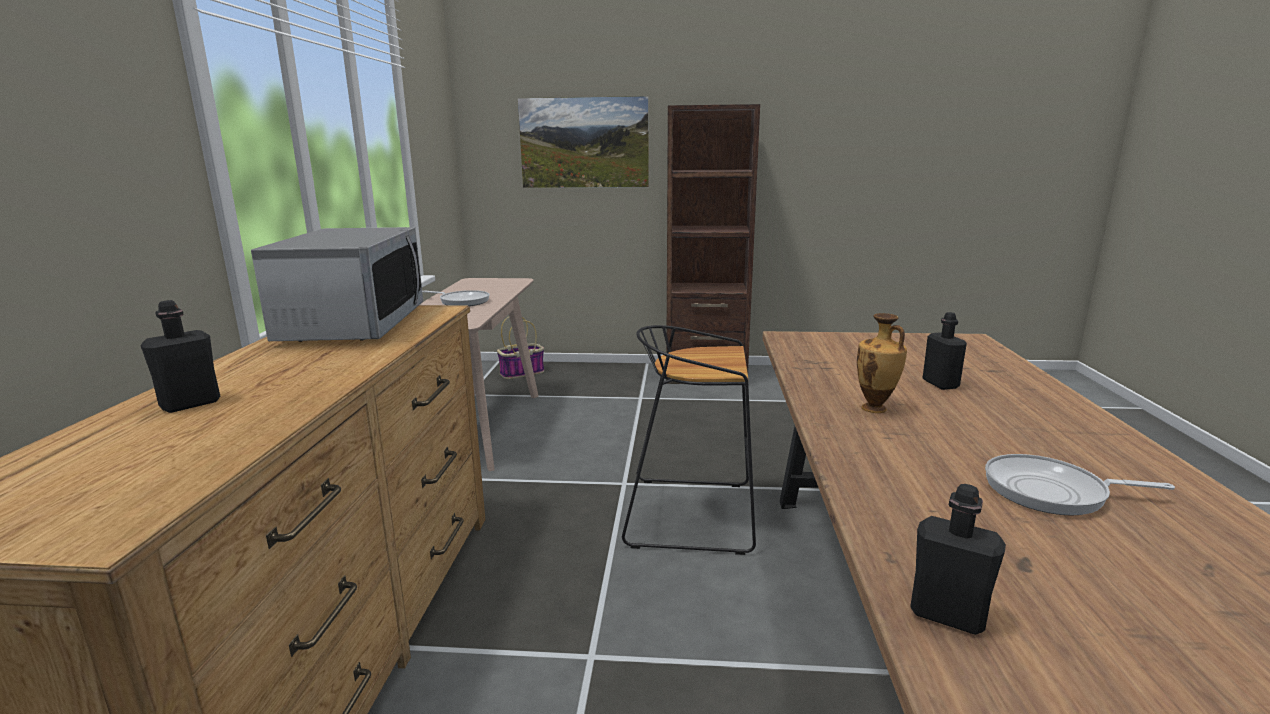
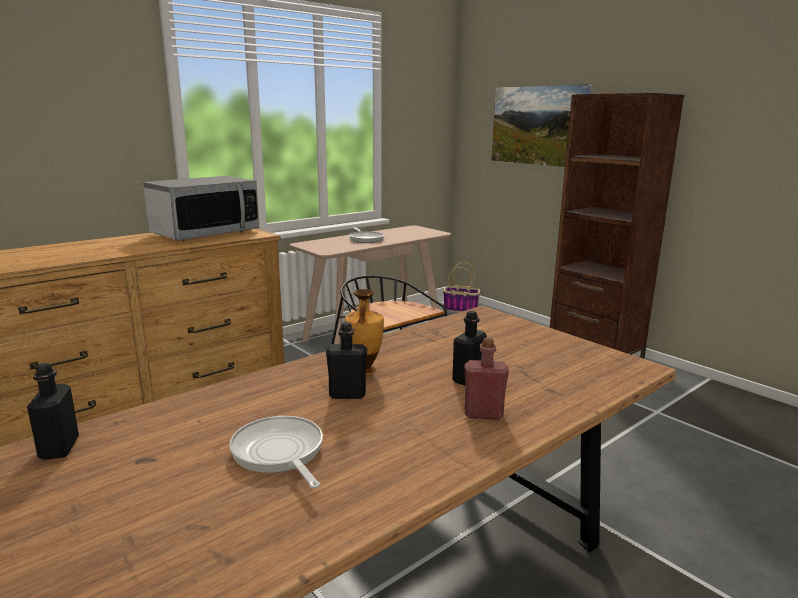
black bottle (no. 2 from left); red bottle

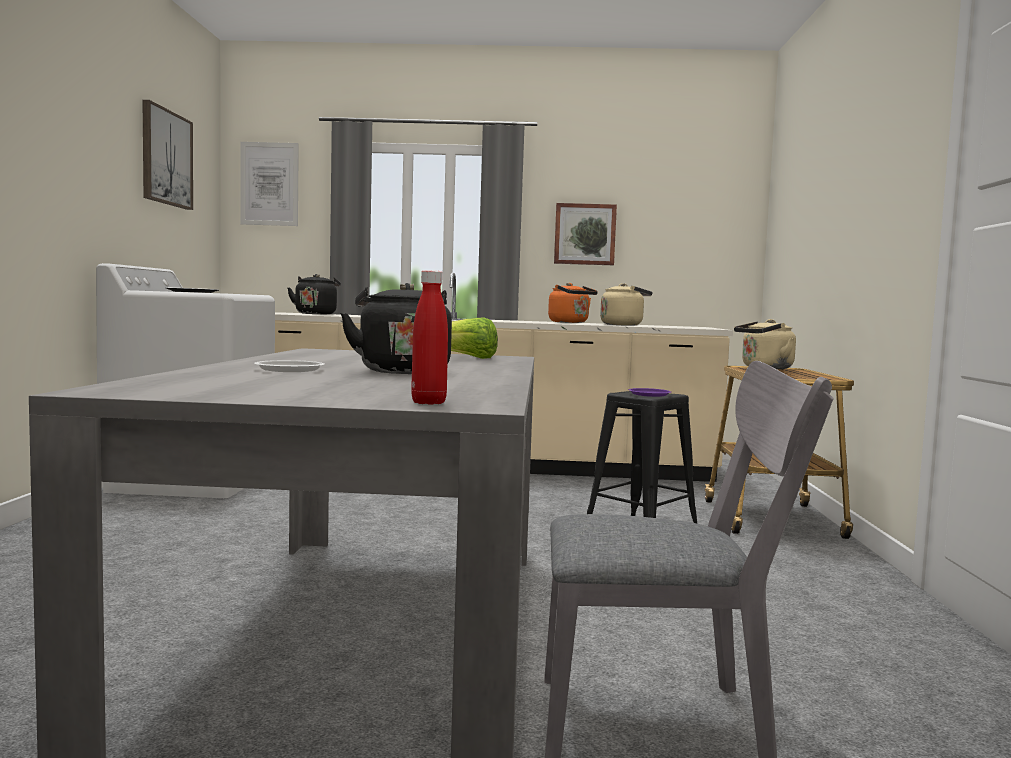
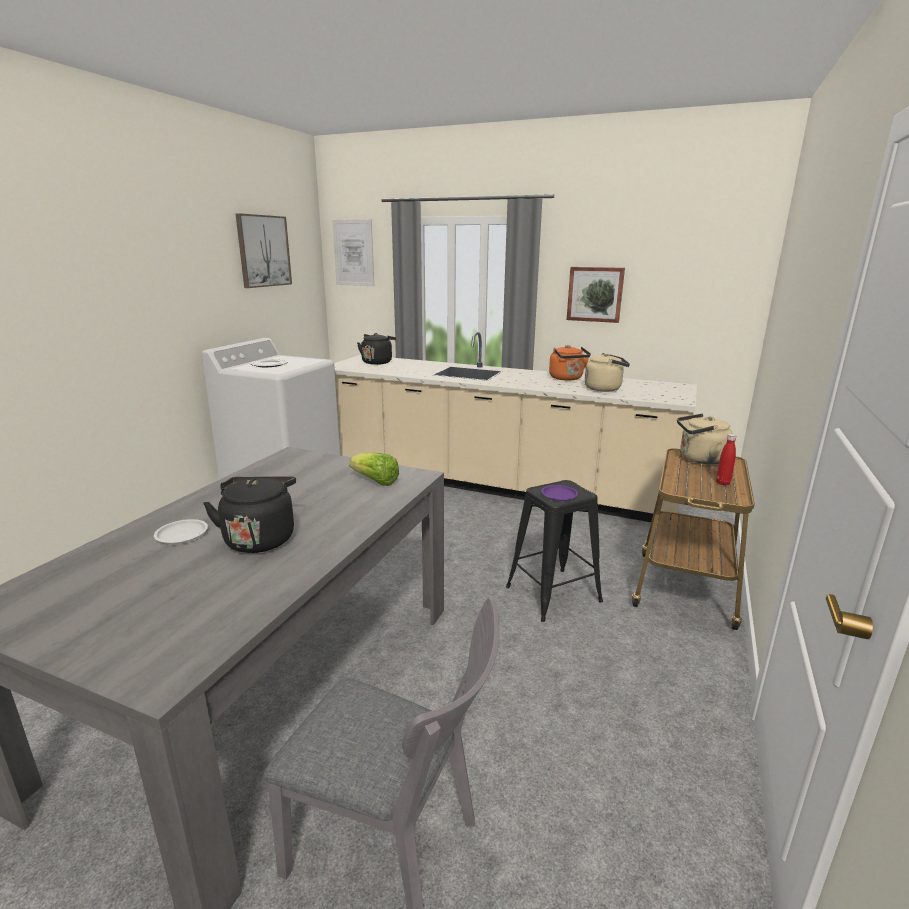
red bottle

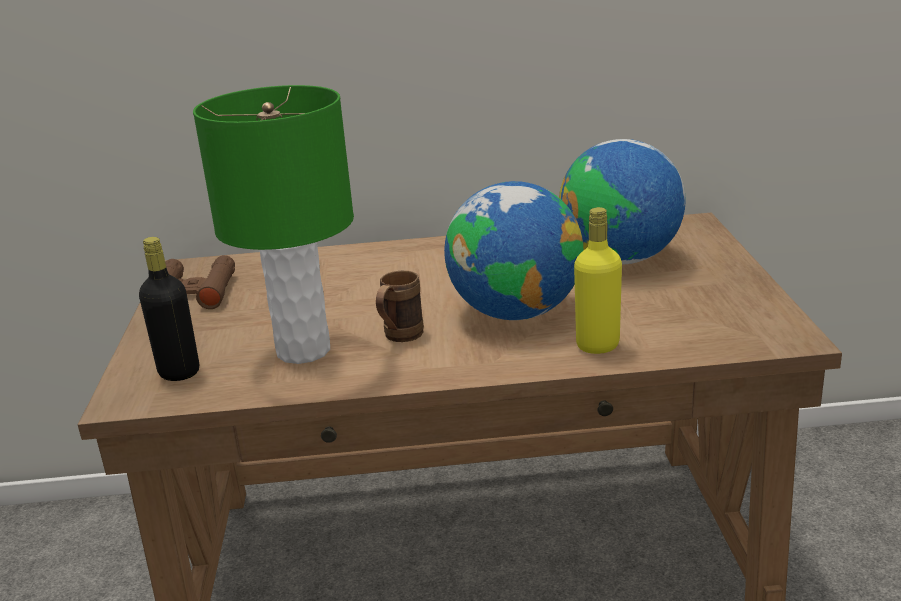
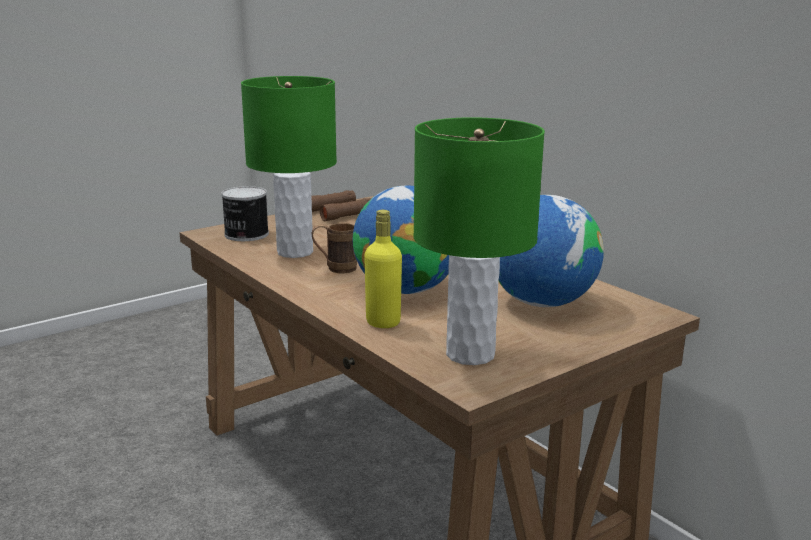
can; green table lamp (no. 2 from left)

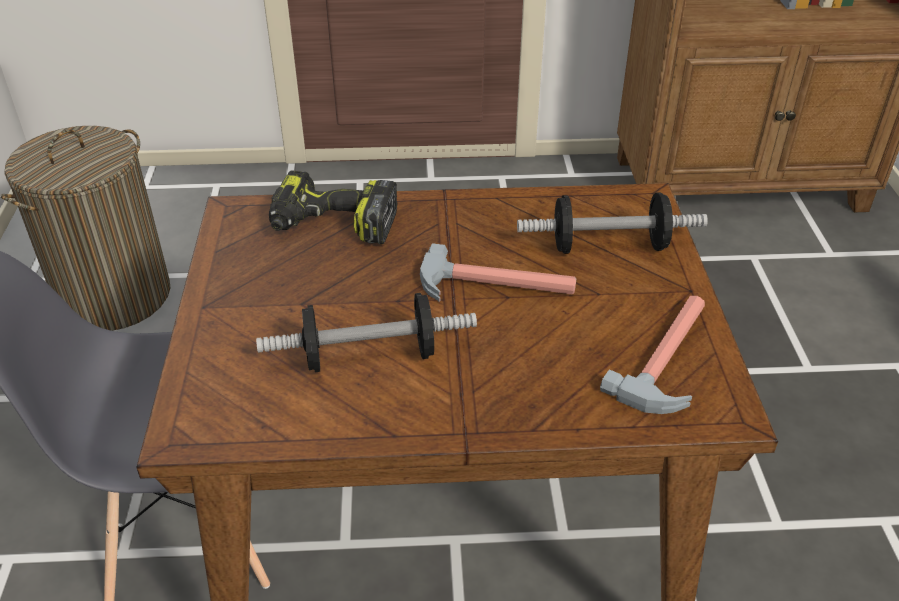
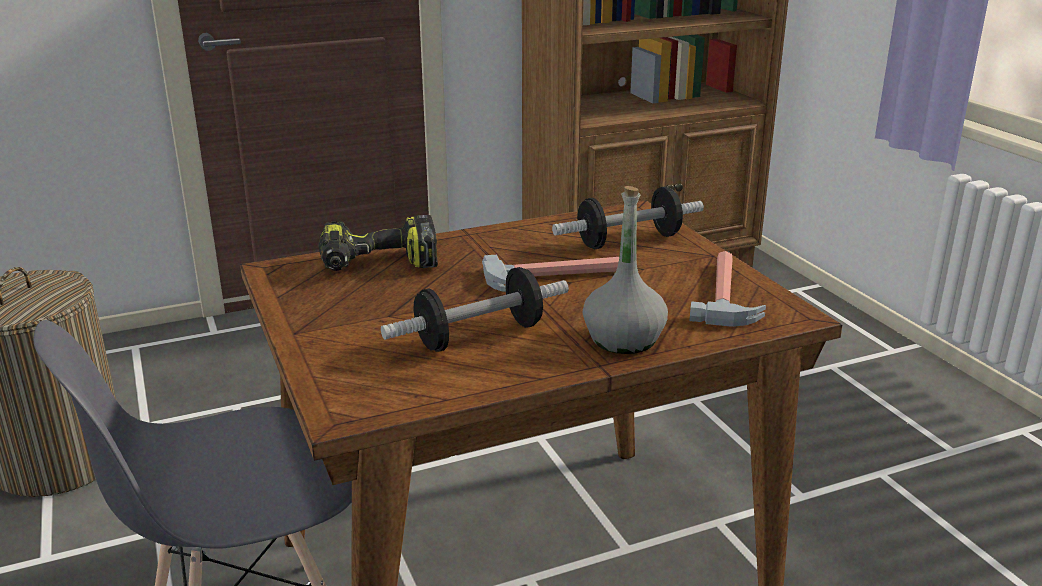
grey bottle

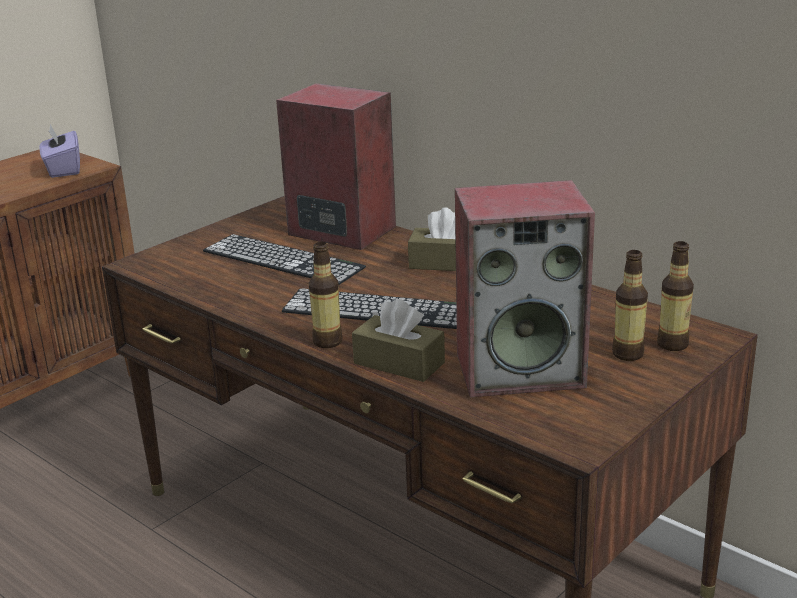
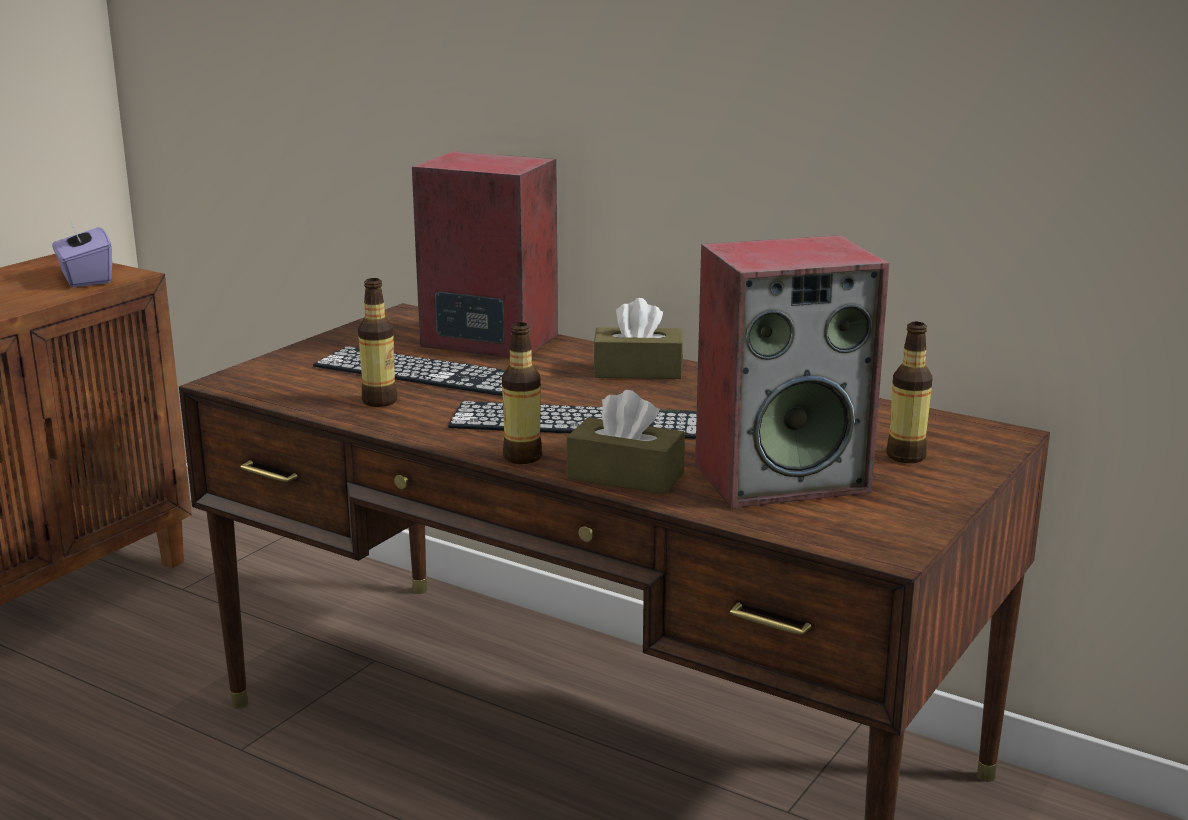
bottle (no. 1 from left)

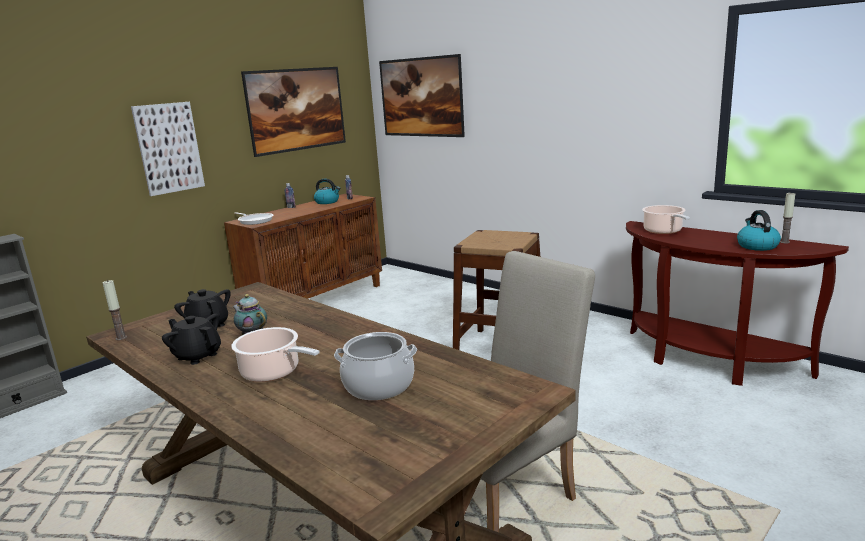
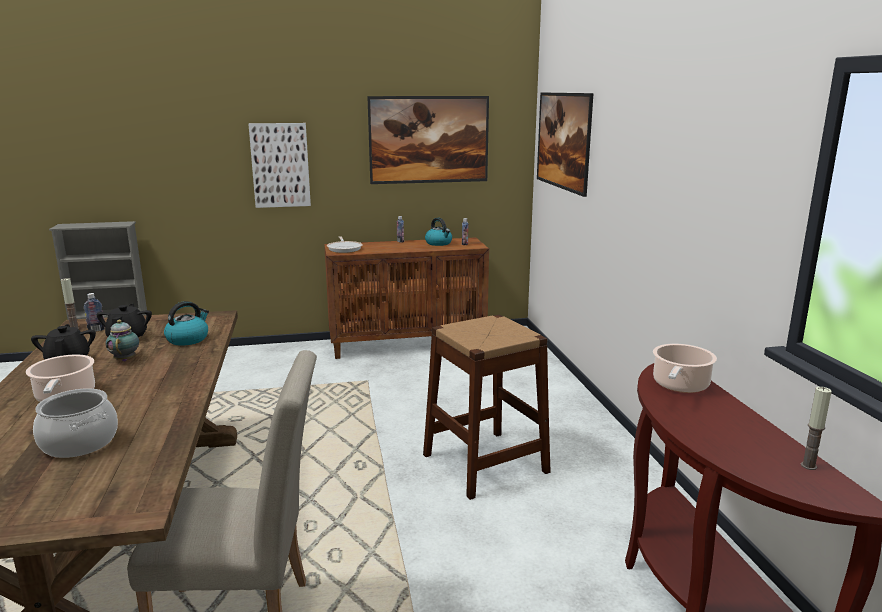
kettle (no. 1 from left); bottle (no. 1 from left)

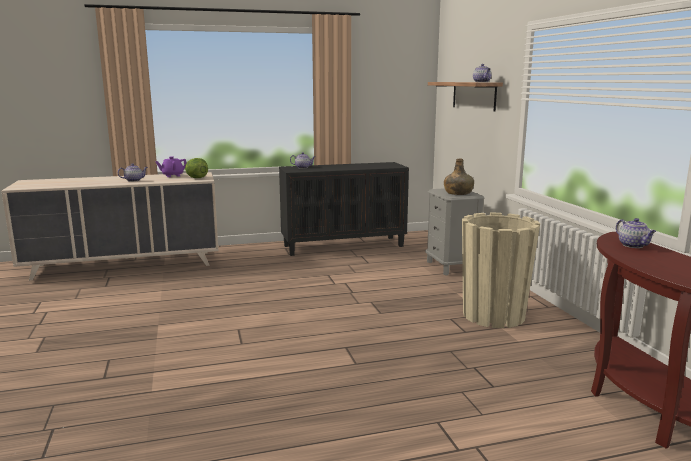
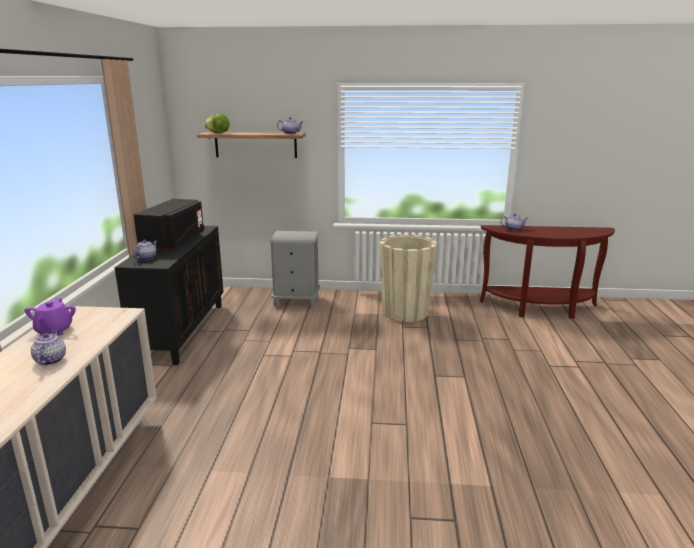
lettuce; green bottle; black microwave

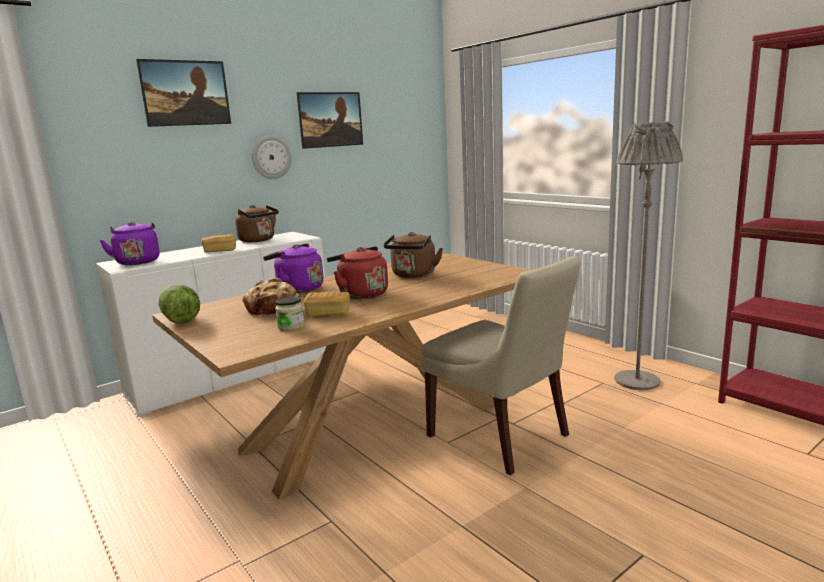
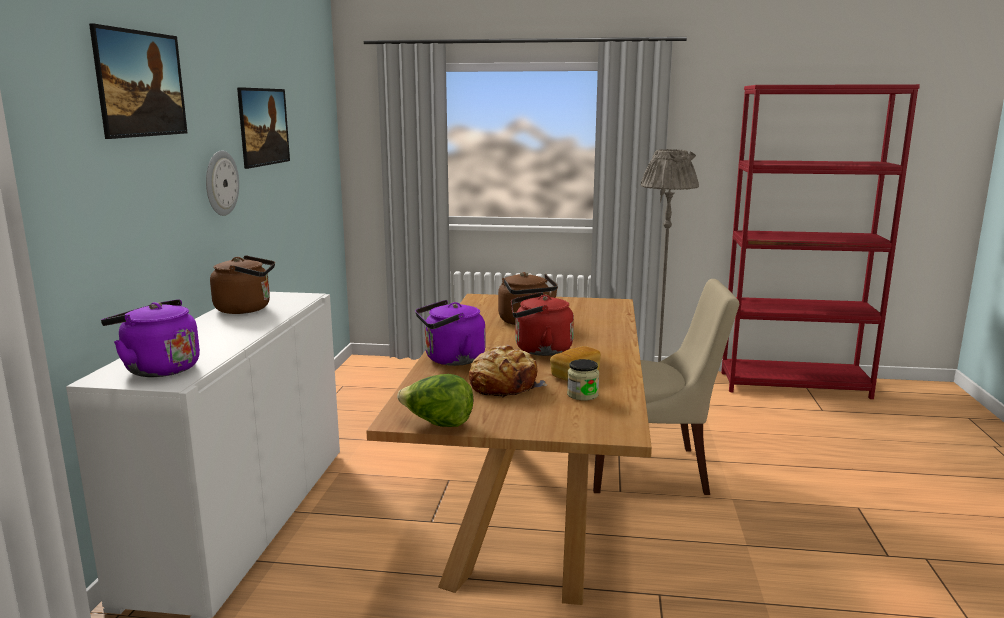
bread (no. 1 from left in the first image)

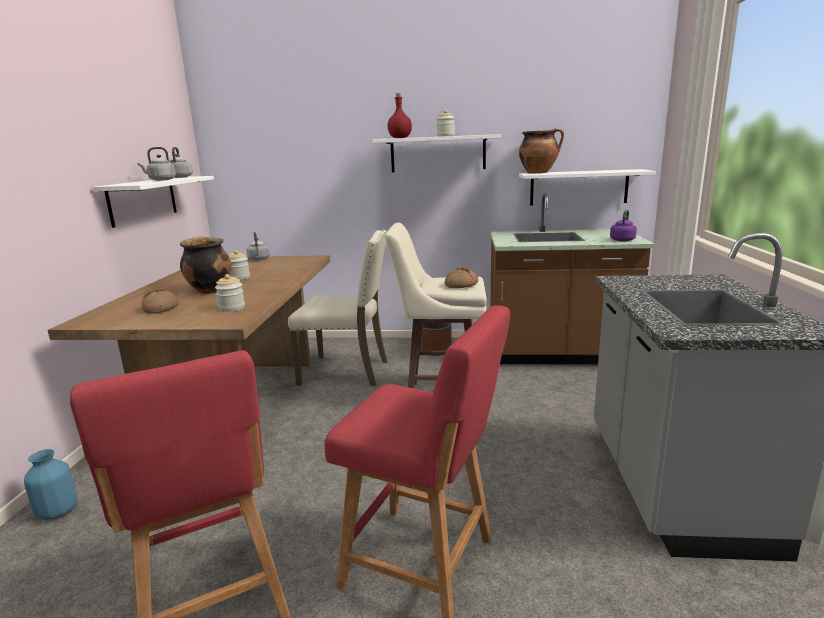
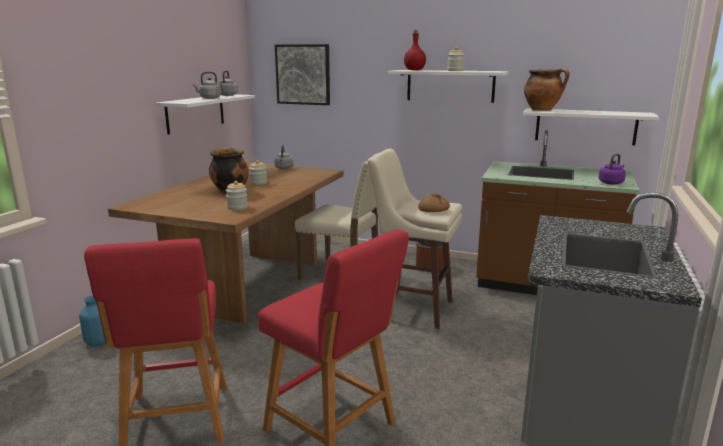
bread (no. 1 from left in the first image); picture

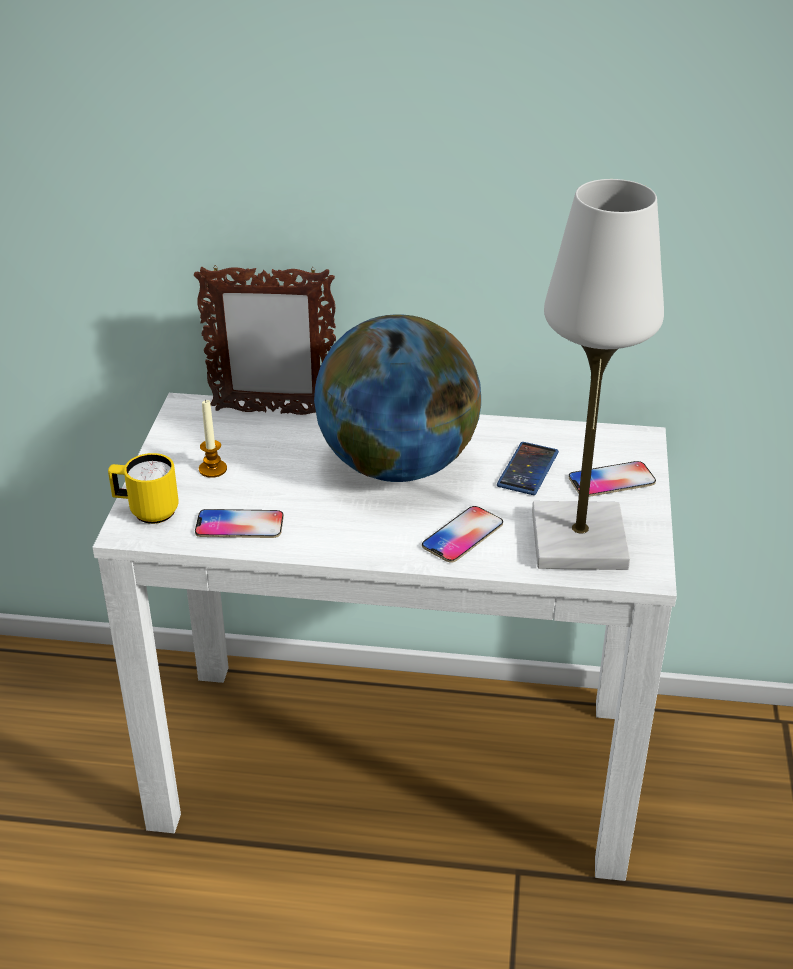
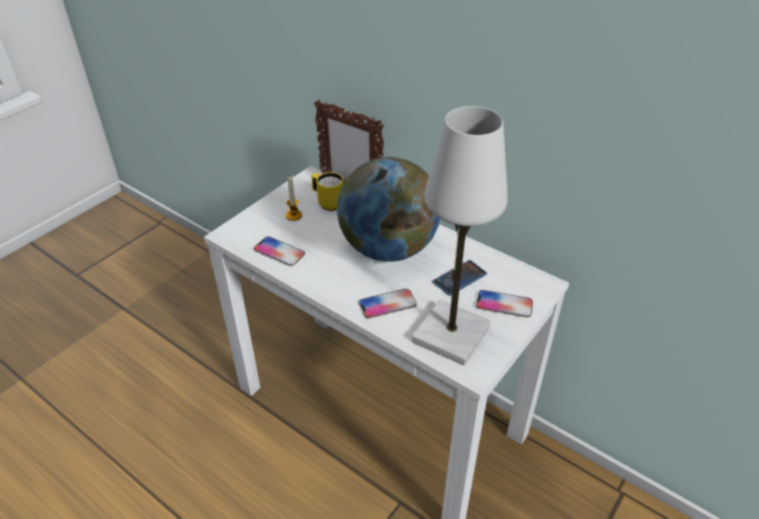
yellow mug

